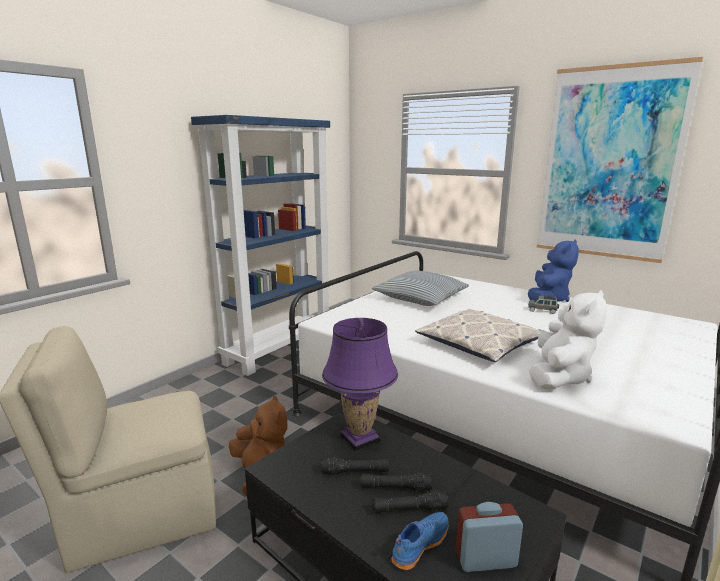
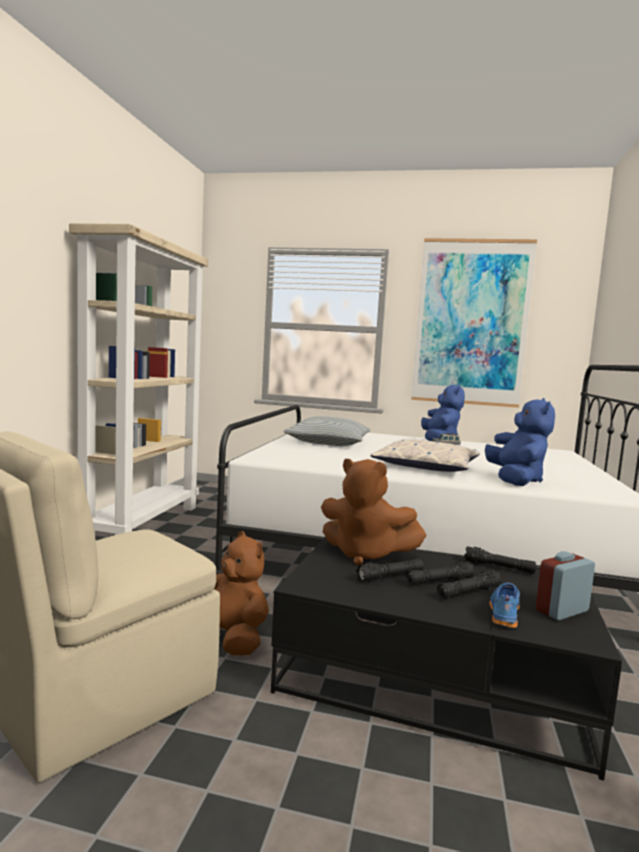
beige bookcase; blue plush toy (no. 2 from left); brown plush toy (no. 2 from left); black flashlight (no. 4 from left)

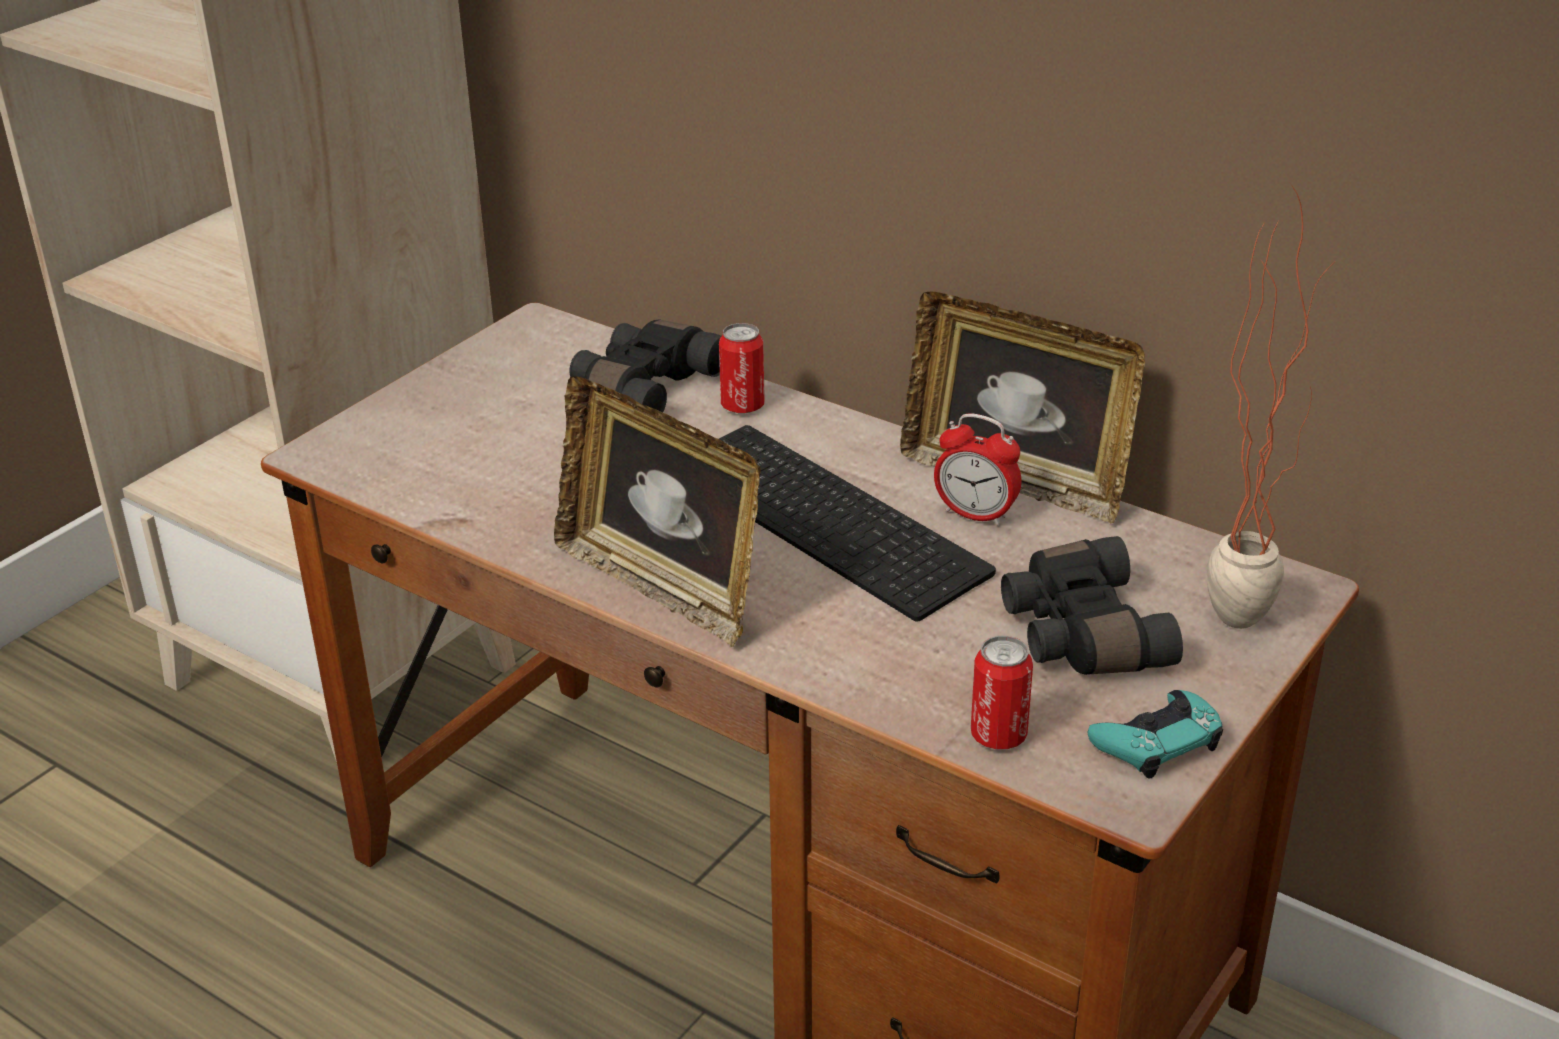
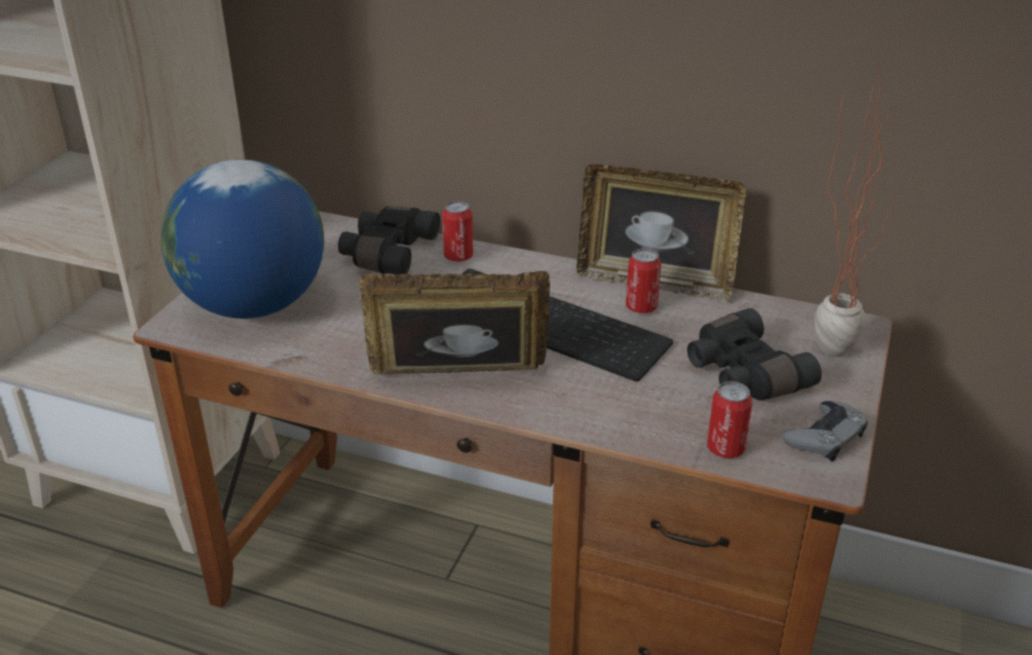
picture frame (no. 1 from left); can (no. 2 from left); grey game controller; globe

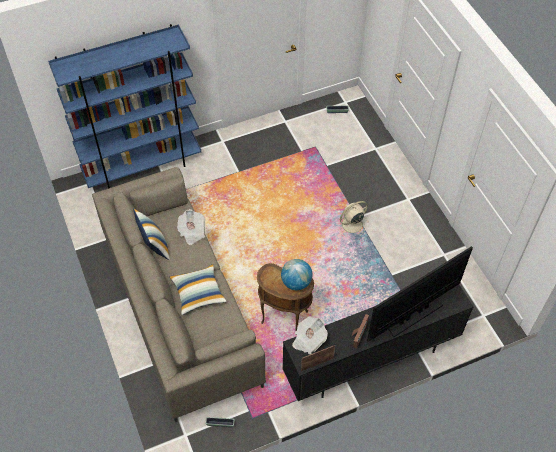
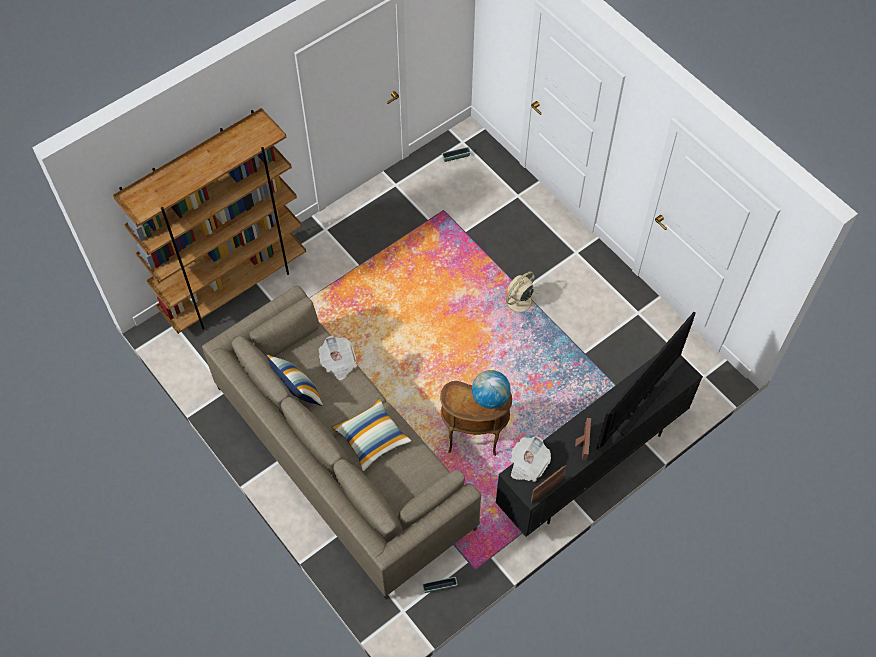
brown bookcase

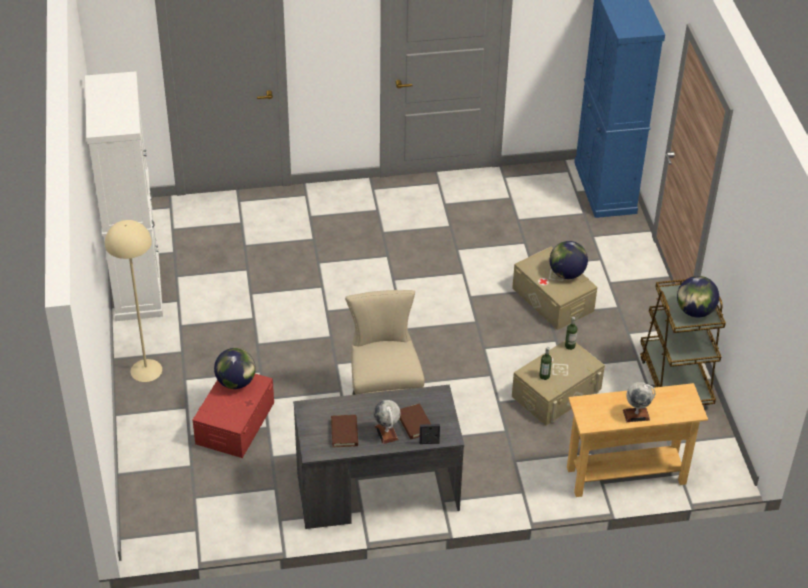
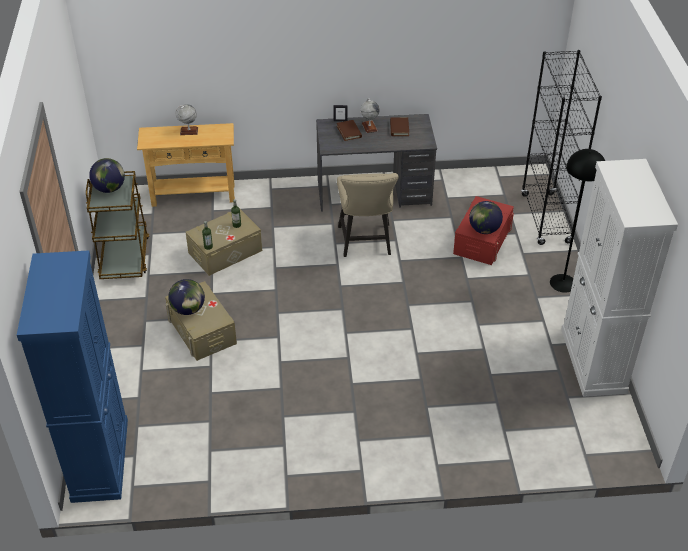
black floor lamp; black bookcase

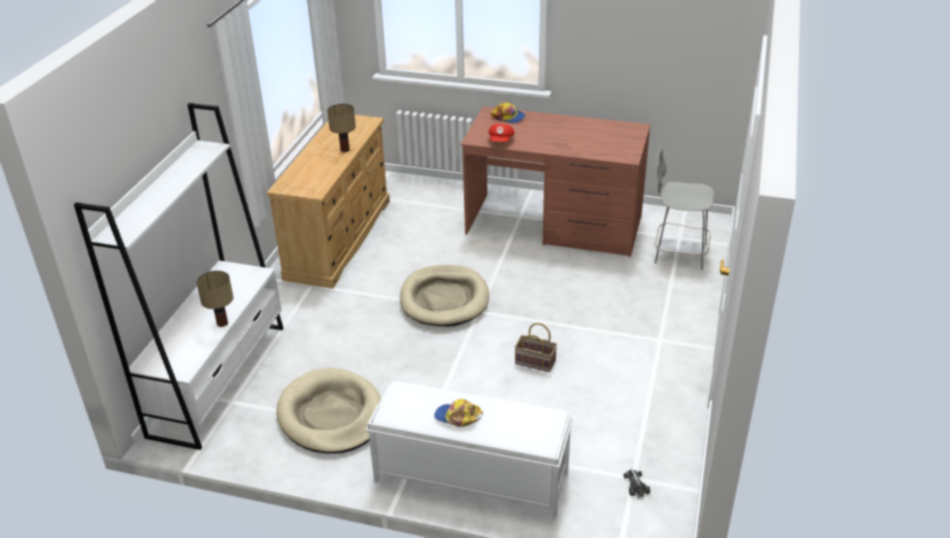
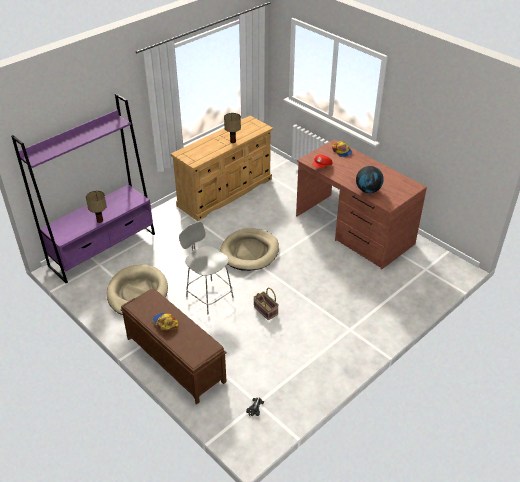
purple bookcase; grey chair; brown bench; globe

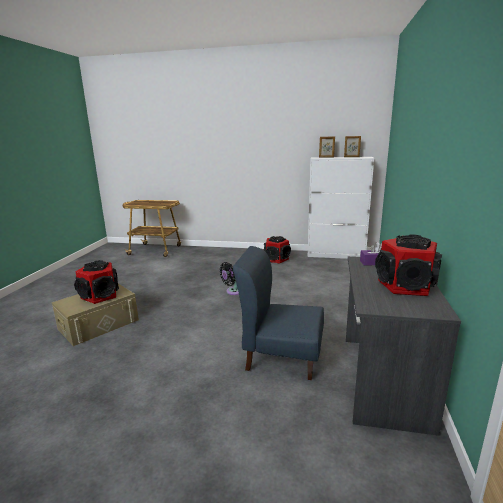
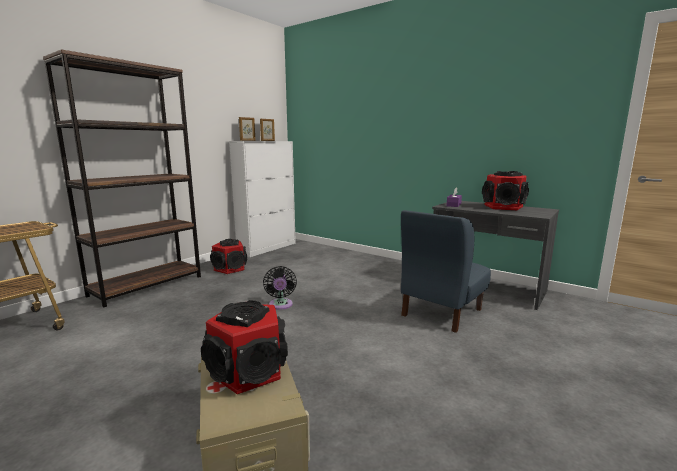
brown bookcase

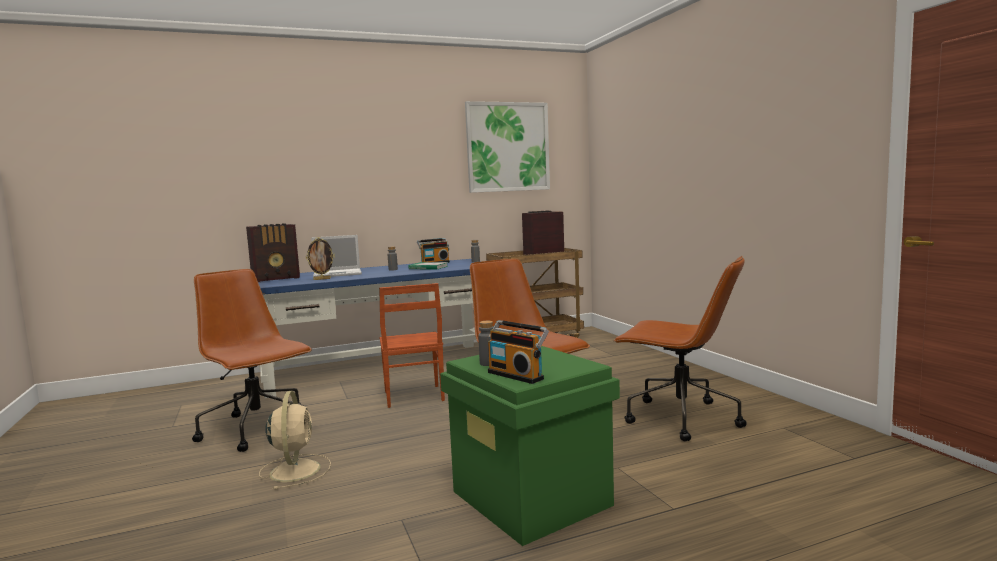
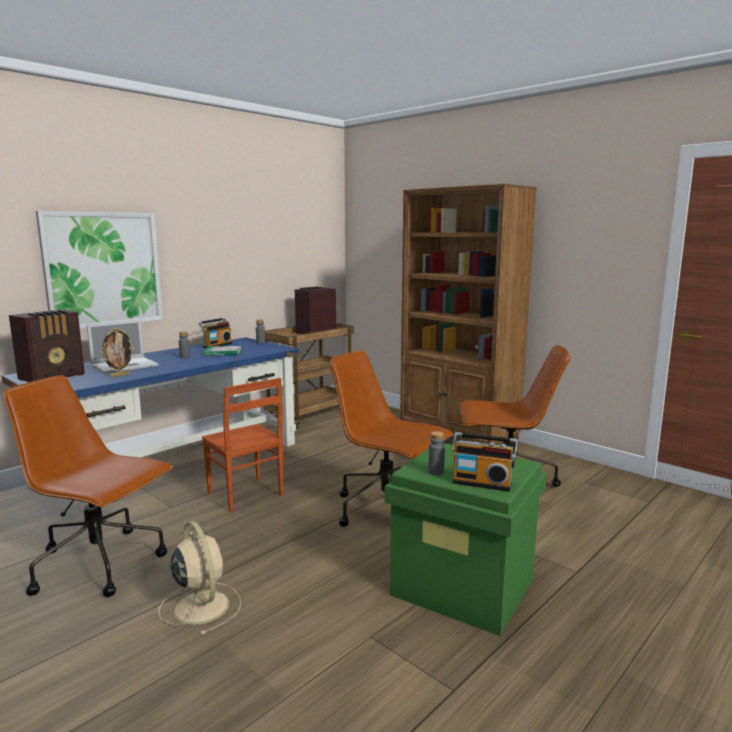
picture; brown bookcase

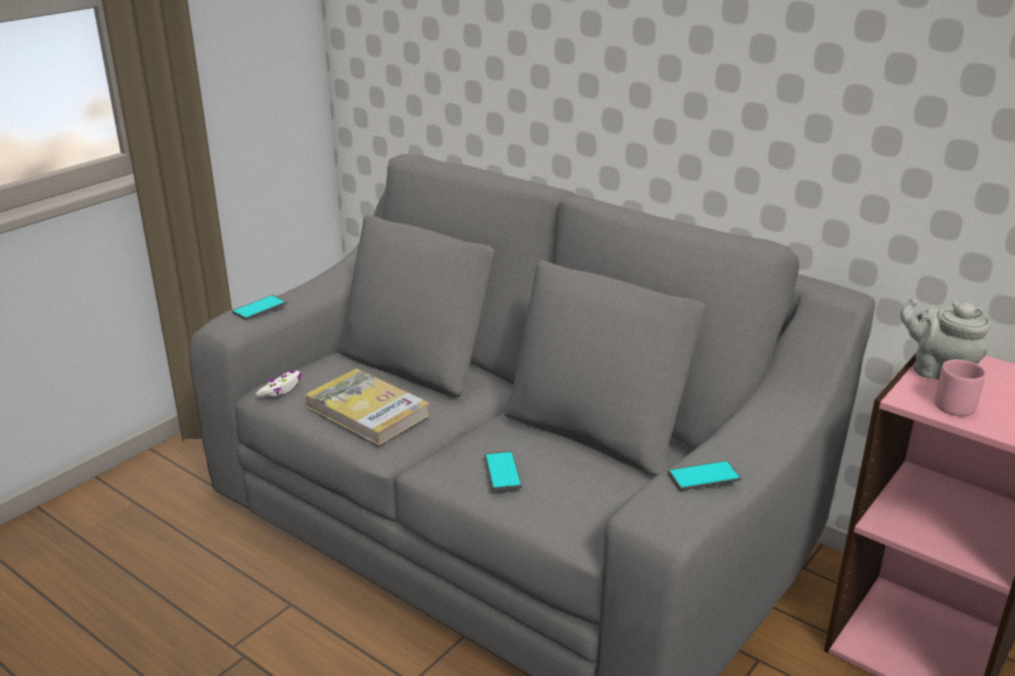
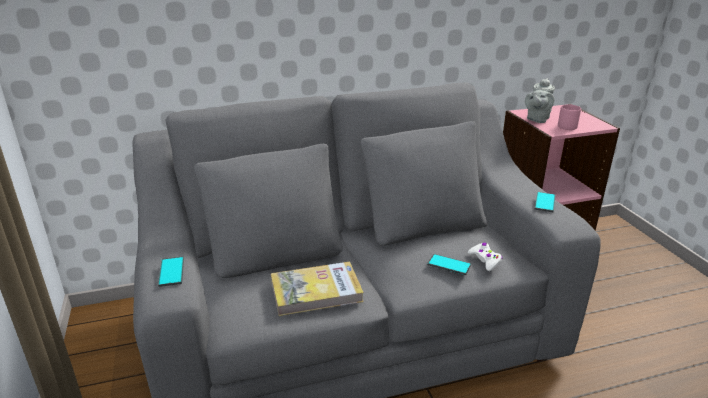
grey teapot; white game controller

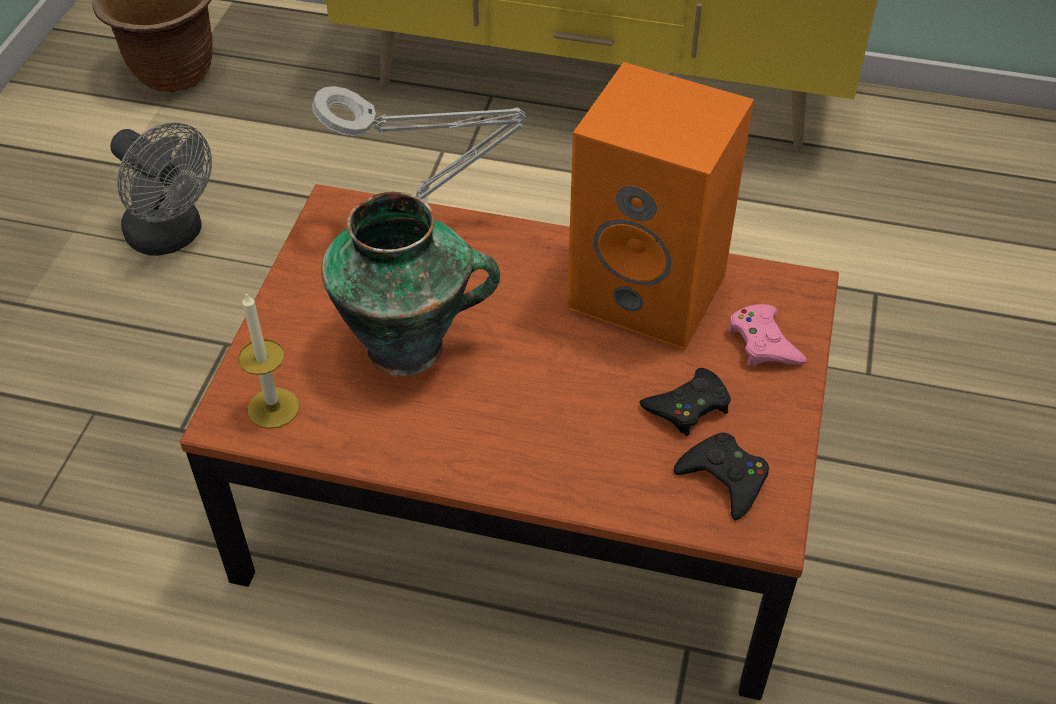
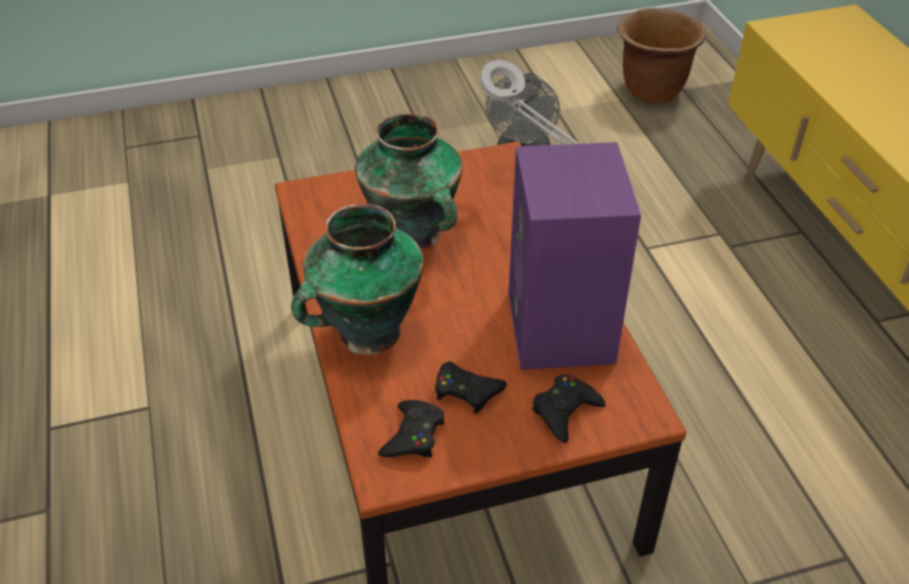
purple speaker; candle; black game controller (no. 3 from left); vase (no. 1 from left)

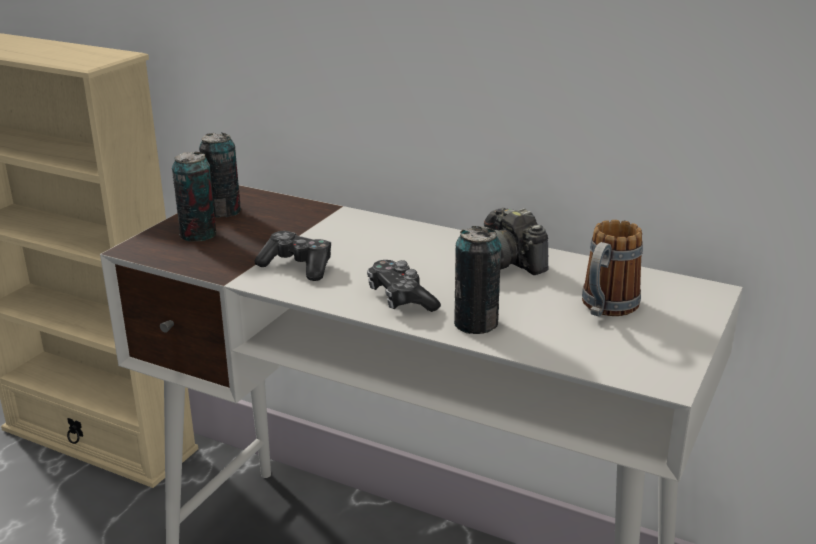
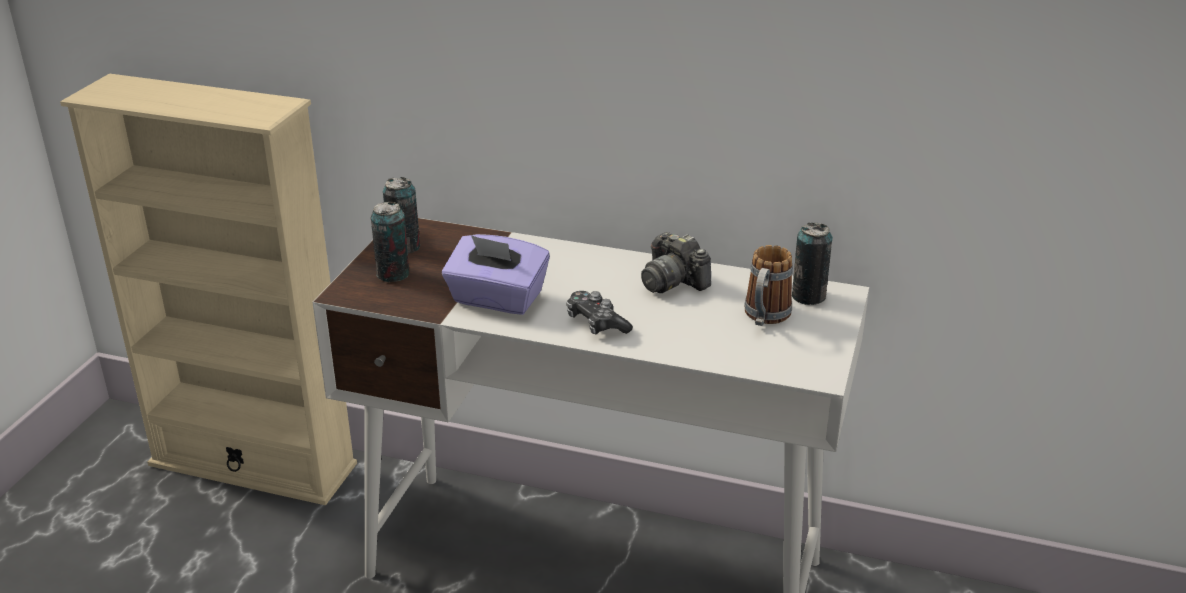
can (no. 3 from left); purple tissue box

